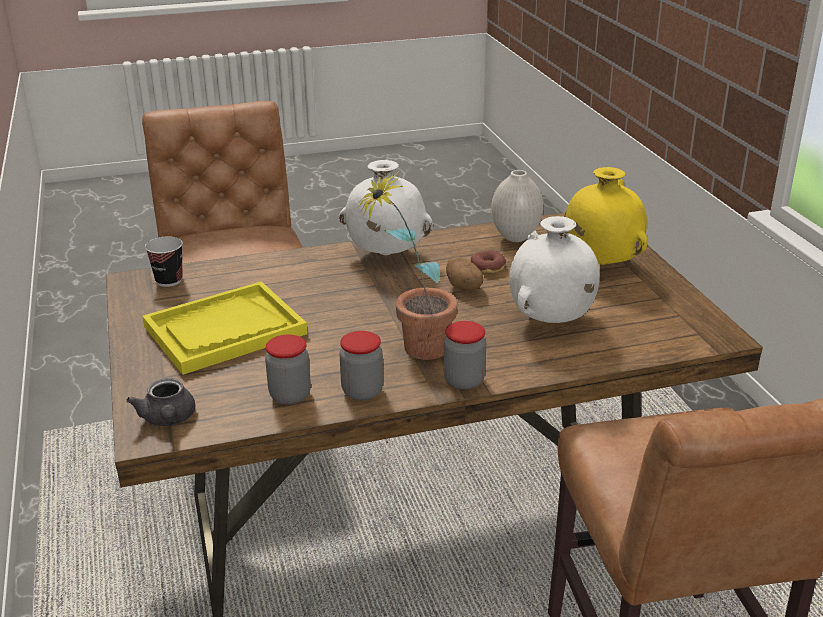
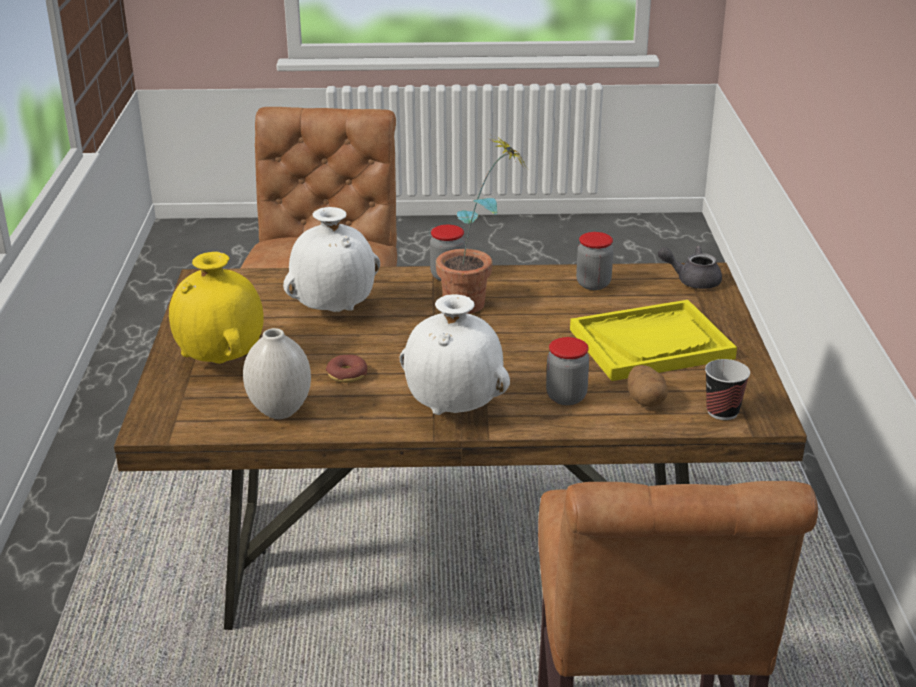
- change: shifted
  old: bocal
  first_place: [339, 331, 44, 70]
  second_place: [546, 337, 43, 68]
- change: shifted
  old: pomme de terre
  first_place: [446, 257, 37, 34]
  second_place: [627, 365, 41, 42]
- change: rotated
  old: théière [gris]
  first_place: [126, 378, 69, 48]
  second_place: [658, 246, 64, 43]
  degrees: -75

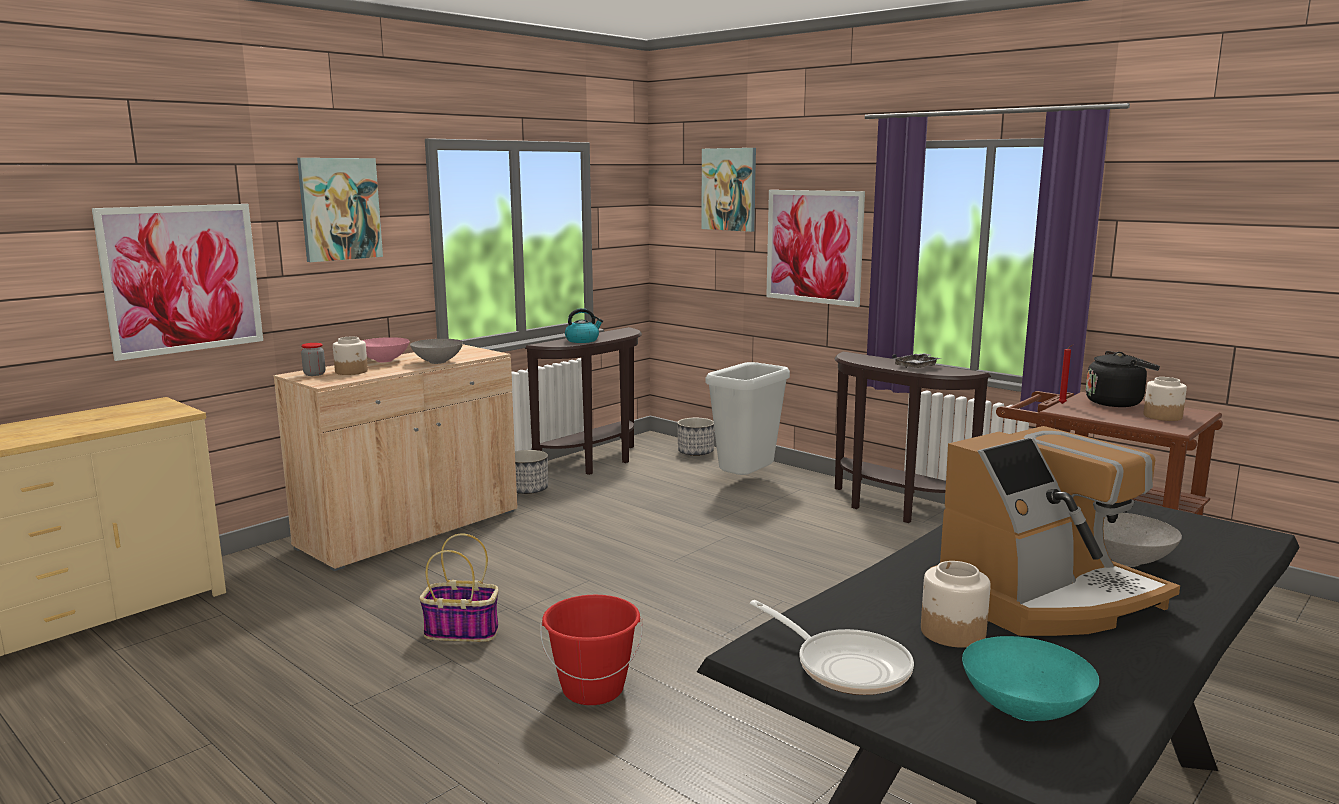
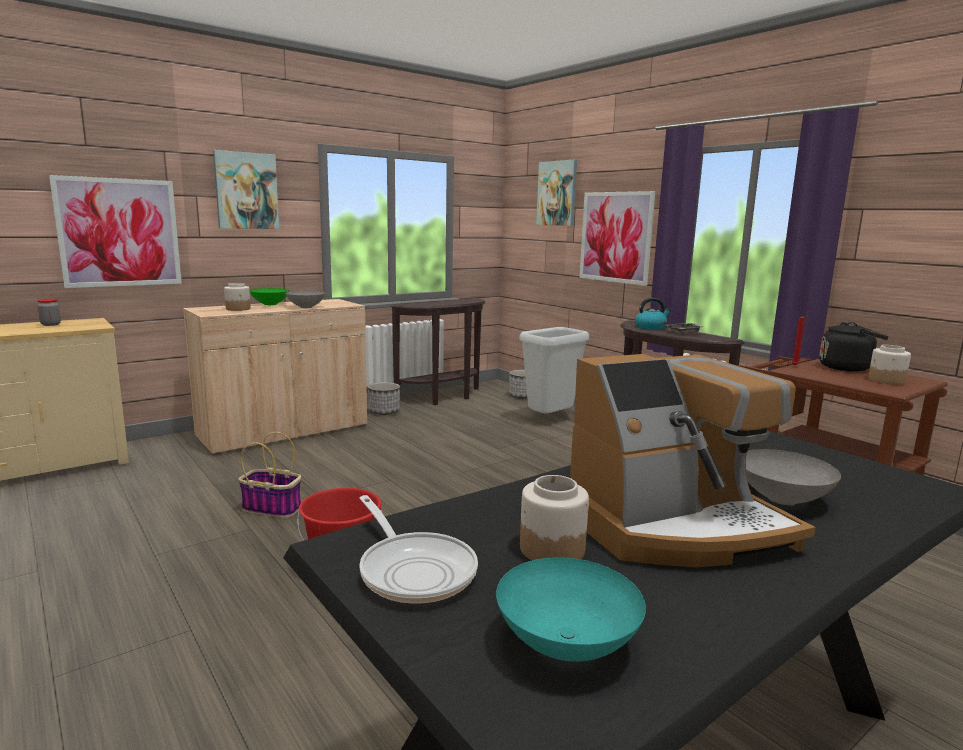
- change: shifted
  old: bocal
  first_place: [301, 343, 24, 33]
  second_place: [38, 299, 23, 27]
- change: shifted
  old: bouilloire
  first_place: [565, 308, 38, 35]
  second_place: [635, 298, 37, 32]
- change: repainted
  old: bol [rose]
  new: bol [vert]
  first_place: [362, 337, 48, 25]
  second_place: [249, 288, 40, 17]

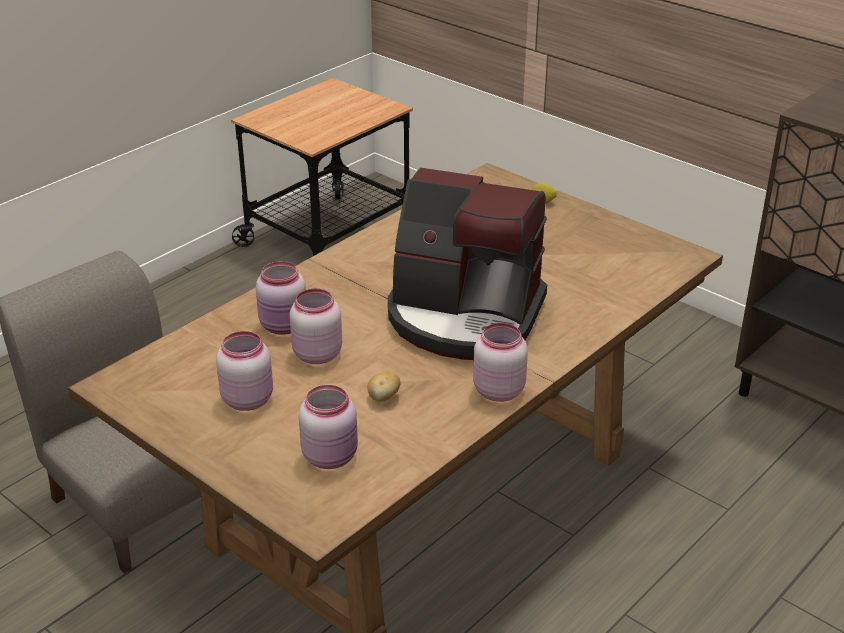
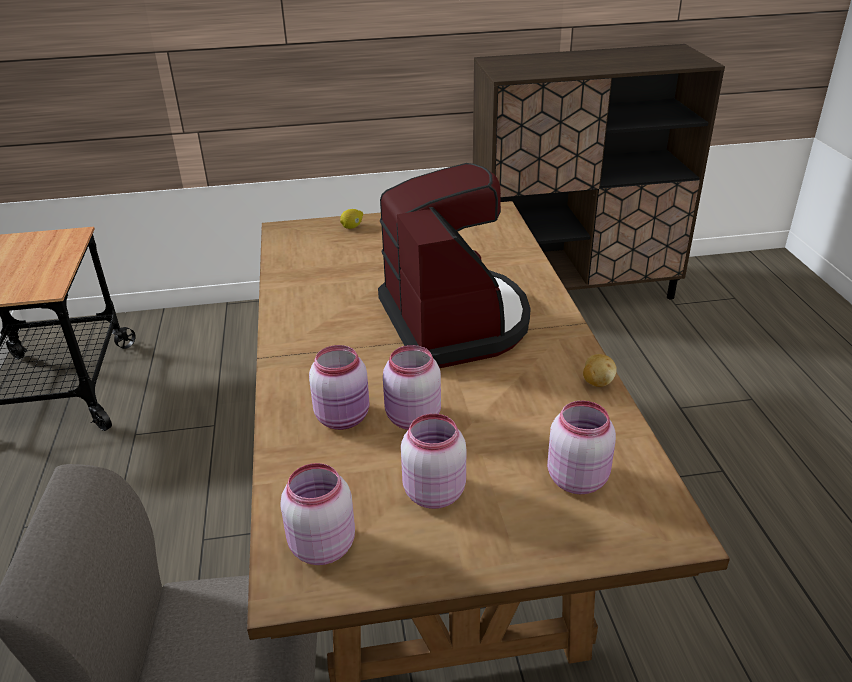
- change: shifted
  old: pomme de terre
  first_place: [367, 371, 34, 31]
  second_place: [583, 354, 34, 33]
- change: shifted
  old: bocal [rose]
  first_place: [473, 323, 55, 79]
  second_place: [280, 463, 75, 102]
- change: rotated
  old: machine à café
  first_place: [388, 168, 159, 192]
  second_place: [378, 163, 153, 205]
  degrees: -75

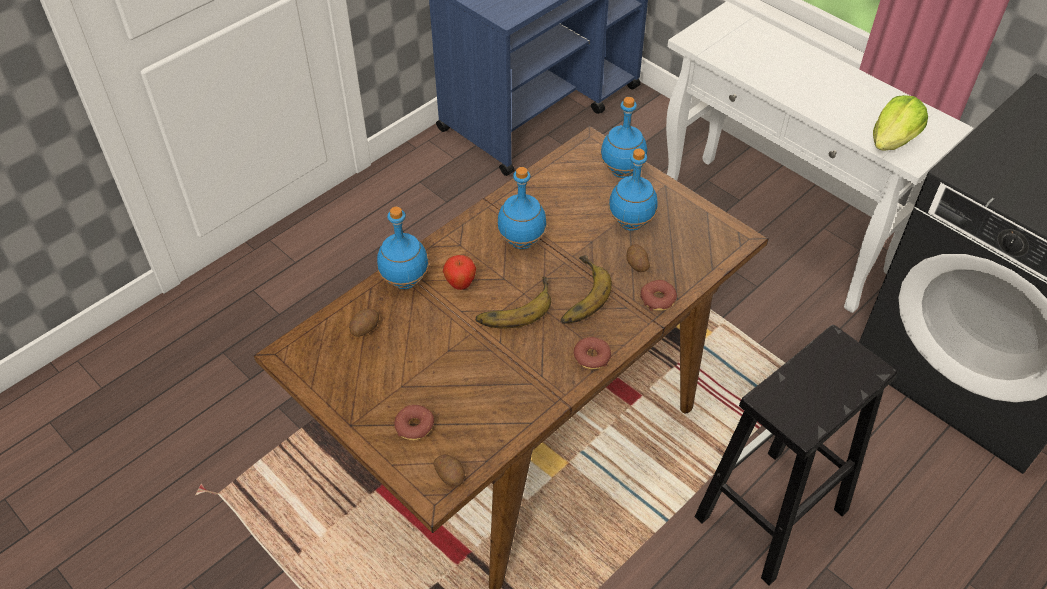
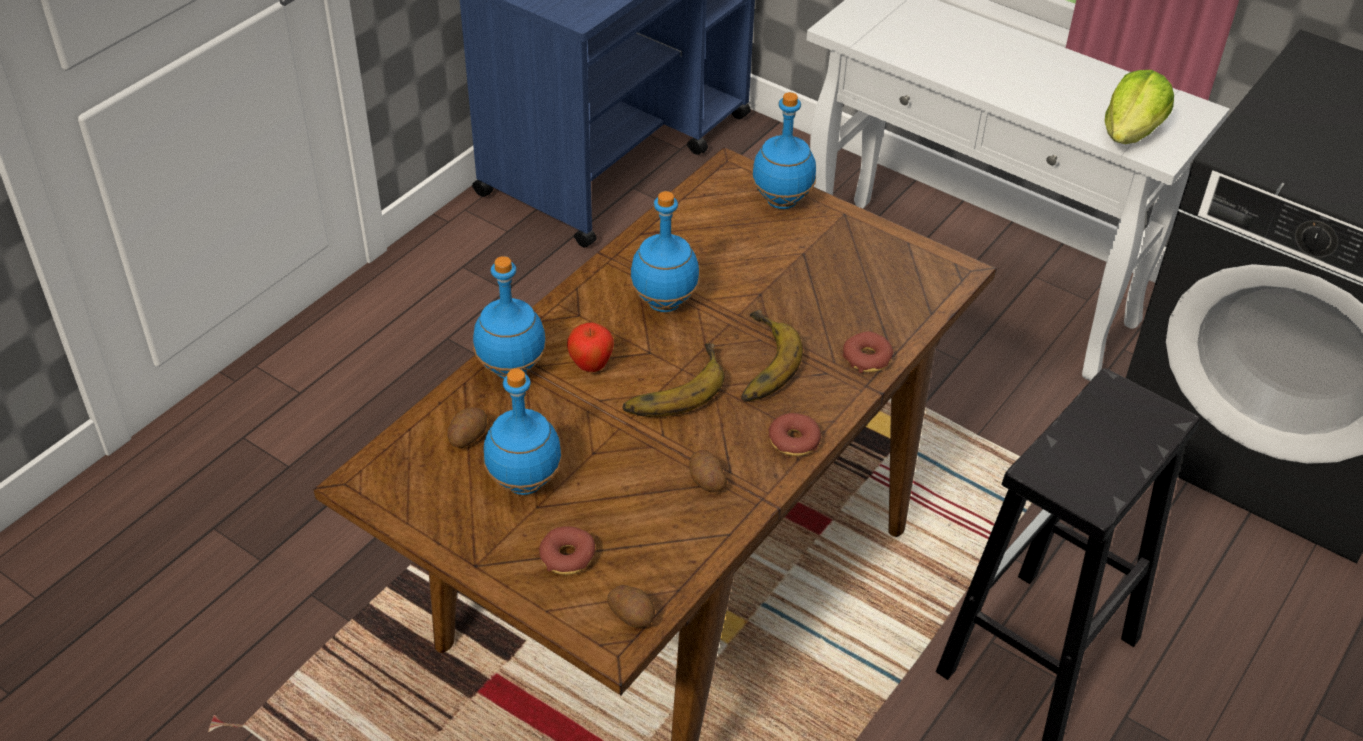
- change: shifted
  old: bouteille [bleu]
  first_place: [609, 148, 49, 83]
  second_place: [484, 369, 78, 126]
- change: shifted
  old: pomme de terre
  first_place: [627, 244, 23, 28]
  second_place: [689, 450, 38, 42]

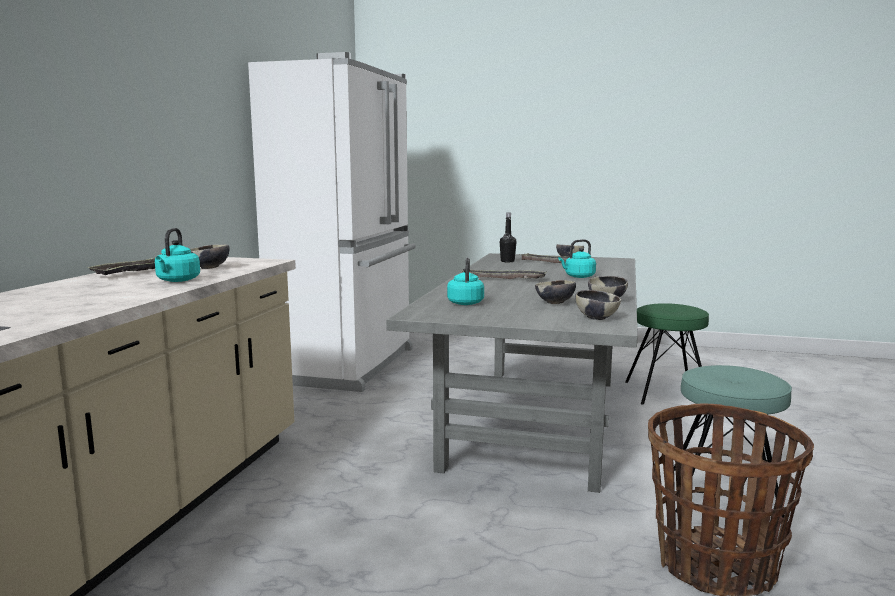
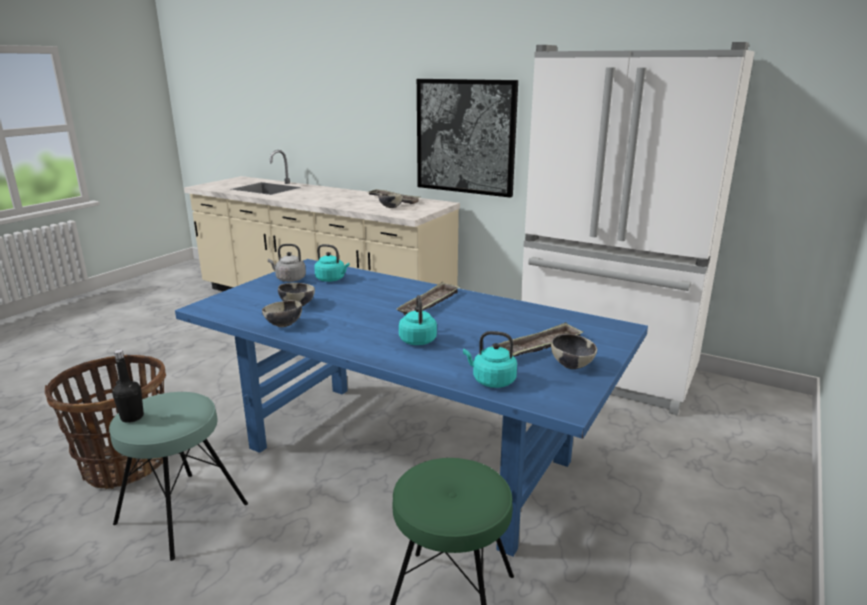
- change: gone
  old: bol
  first_place: [575, 290, 46, 30]
- change: new
  new: bouilloire [gris]
  second_place: [268, 244, 38, 38]
- change: new
  new: tableau
  second_place: [417, 79, 101, 119]
- change: shifted
  old: bouilloire [turquoise]
  first_place: [155, 228, 45, 54]
  second_place: [463, 331, 54, 57]
- change: shifted
  old: bouteille [noir]
  first_place: [500, 213, 17, 49]
  second_place: [112, 349, 32, 74]
- change: repainted
  old: table à manger [gris]
  new: table à manger [bleu]
  first_place: [386, 253, 252, 240]
  second_place: [175, 259, 473, 298]

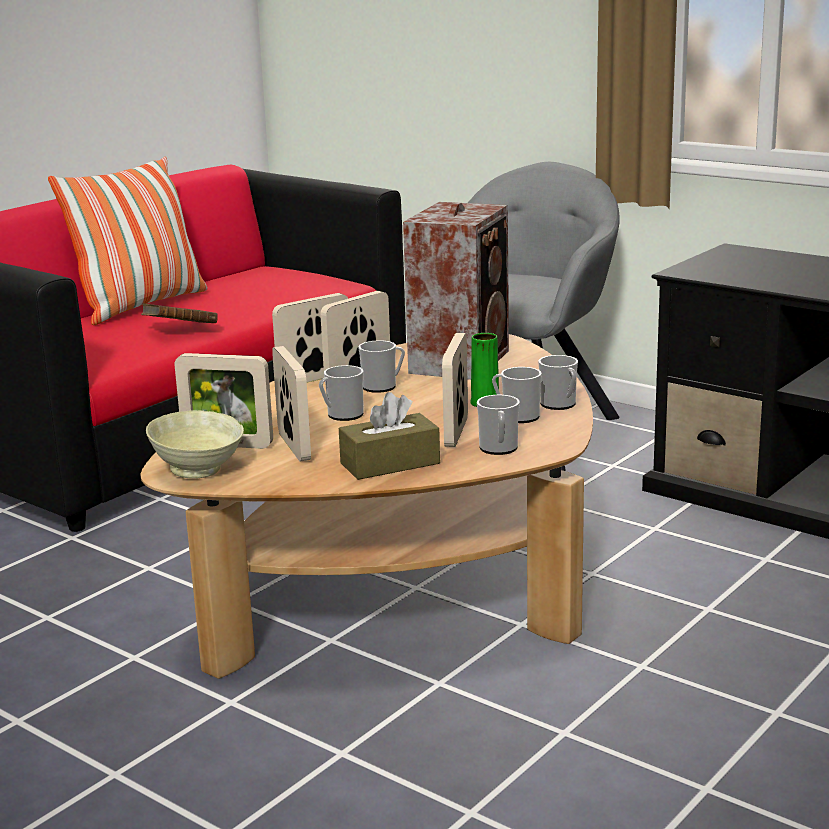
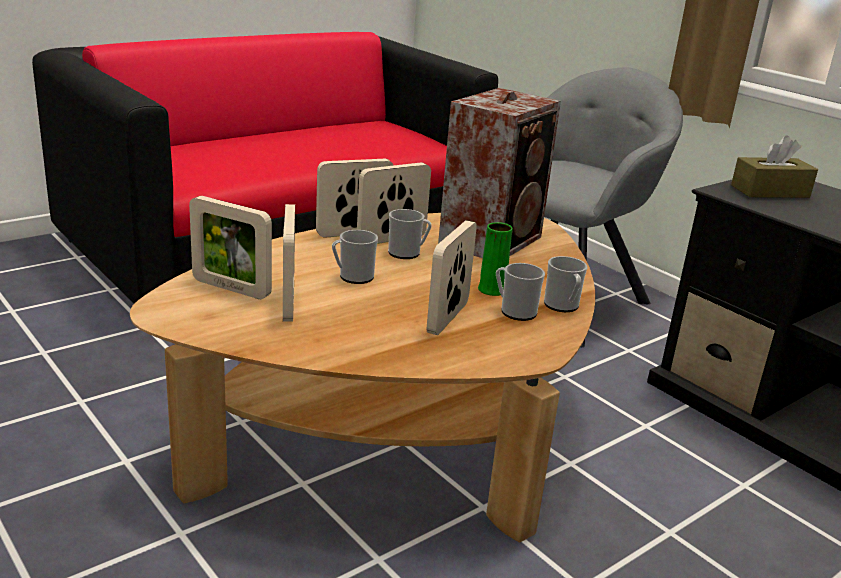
- change: gone
  old: coussin
  first_place: [48, 157, 160, 168]
- change: gone
  old: livre [marron]
  first_place: [141, 303, 77, 20]
- change: gone
  old: bol [beige]
  first_place: [146, 410, 98, 69]
- change: gone
  old: mug
  first_place: [477, 395, 43, 60]
- change: shifted
  old: boîte à mouchoirs [marron]
  first_place: [339, 392, 101, 88]
  second_place: [731, 135, 87, 63]

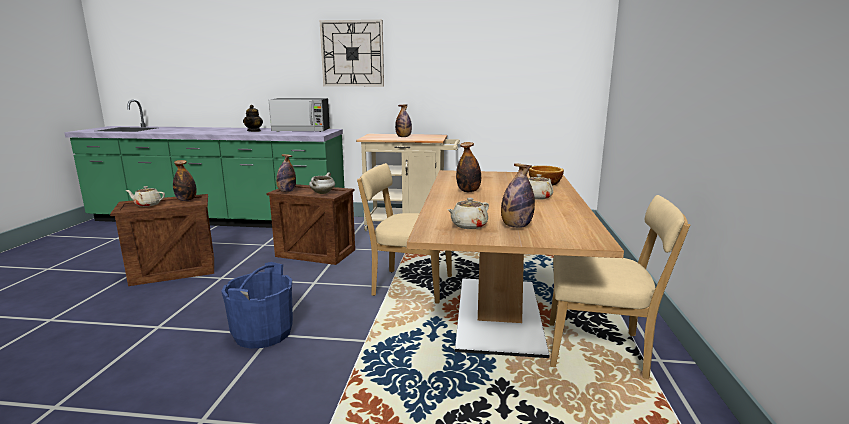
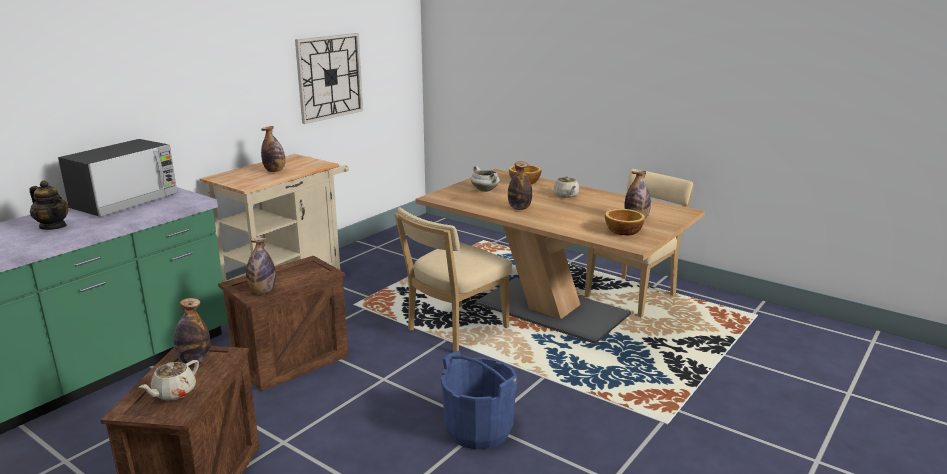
- change: shifted
  old: marmite [blanc]
  first_place: [309, 172, 26, 22]
  second_place: [470, 166, 30, 26]
- change: shifted
  old: horloge murale
  first_place: [320, 20, 64, 66]
  second_place: [295, 33, 68, 91]
- change: swapped
  old: théière [beige]
  new: bol
  first_place: [447, 198, 42, 31]
  second_place: [605, 209, 40, 27]

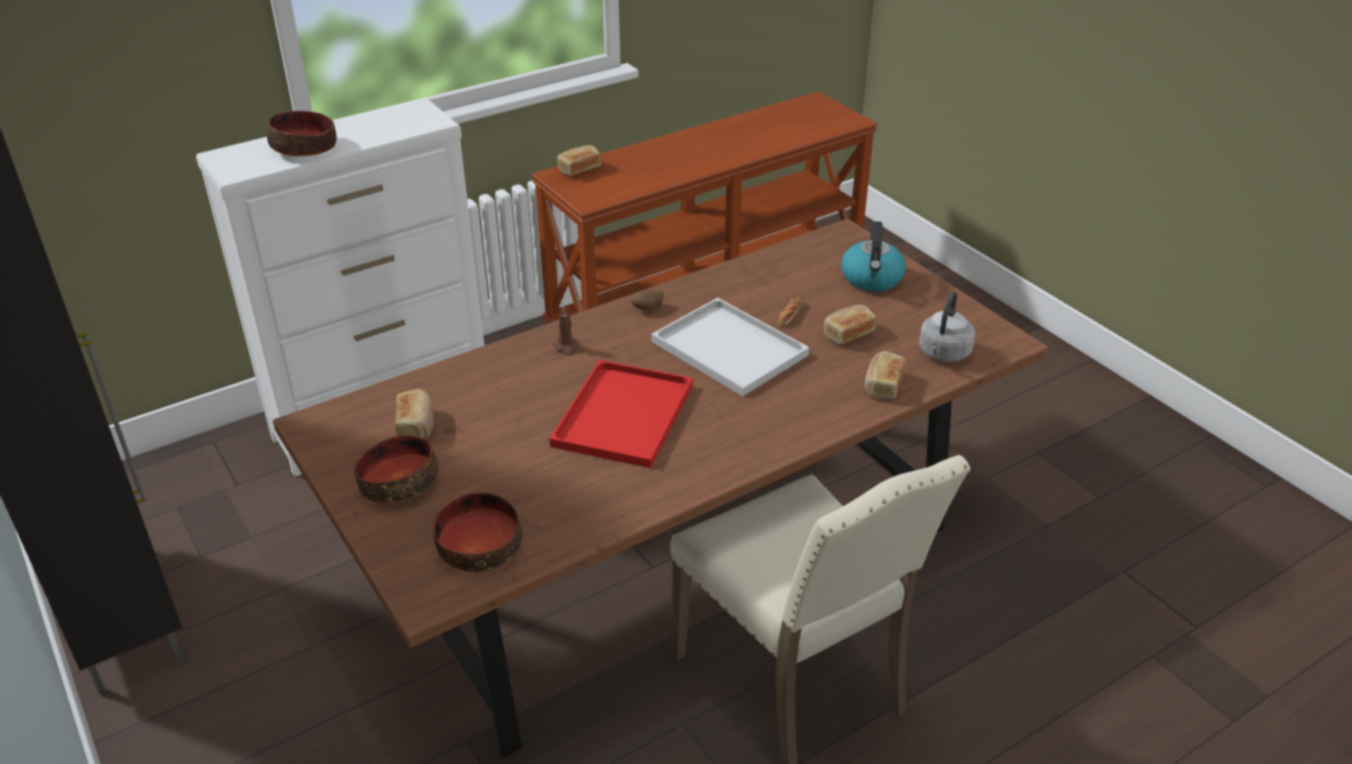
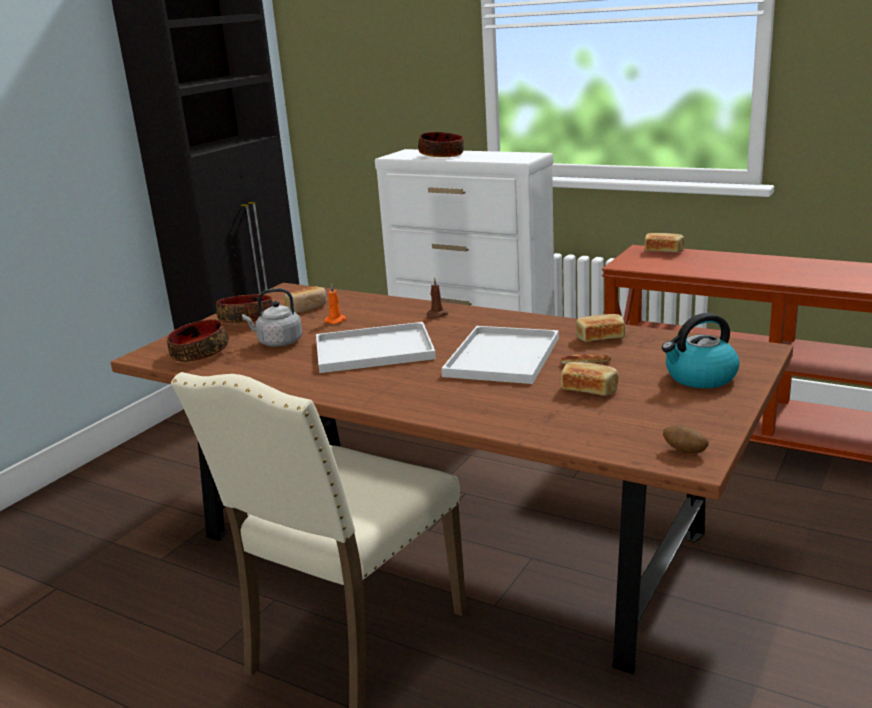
- change: new
  new: bougie [orange]
  second_place: [324, 283, 22, 41]
- change: shifted
  old: pomme de terre
  first_place: [630, 289, 34, 21]
  second_place: [663, 425, 46, 29]
- change: shifted
  old: pain
  first_place: [865, 351, 41, 48]
  second_place: [576, 314, 49, 28]
- change: shifted
  old: bouilloire [gris]
  first_place: [919, 291, 56, 71]
  second_place: [242, 288, 60, 59]
- change: repainted
  old: plateau [rouge]
  new: plateau [blanc]
  first_place: [549, 360, 144, 108]
  second_place: [316, 322, 120, 51]

